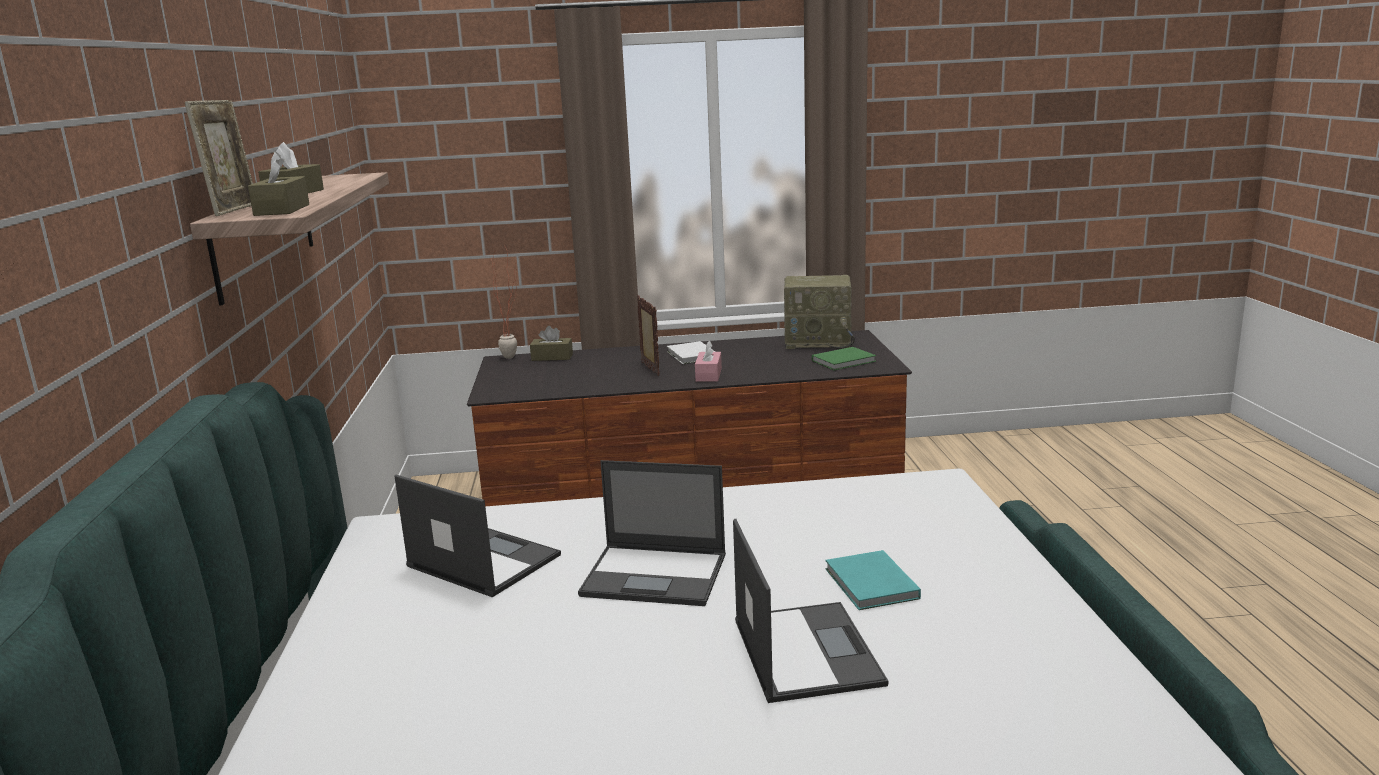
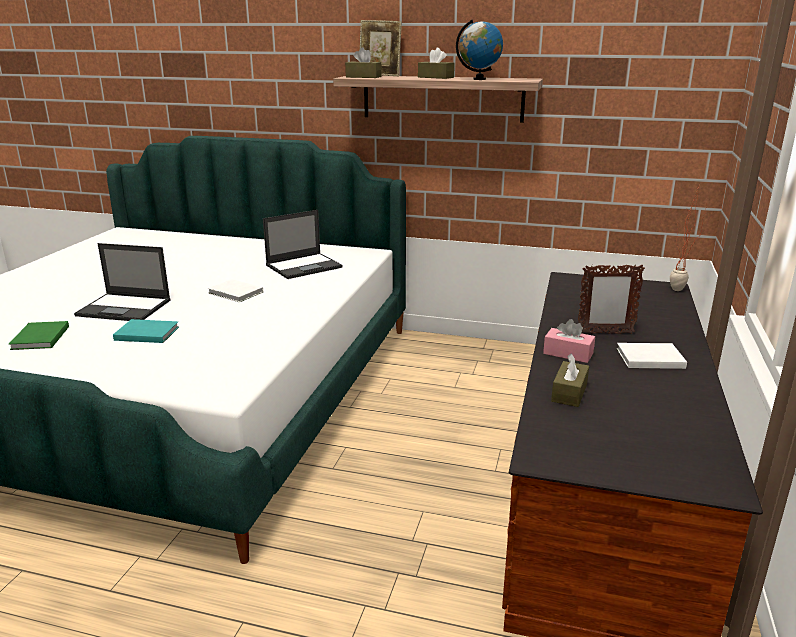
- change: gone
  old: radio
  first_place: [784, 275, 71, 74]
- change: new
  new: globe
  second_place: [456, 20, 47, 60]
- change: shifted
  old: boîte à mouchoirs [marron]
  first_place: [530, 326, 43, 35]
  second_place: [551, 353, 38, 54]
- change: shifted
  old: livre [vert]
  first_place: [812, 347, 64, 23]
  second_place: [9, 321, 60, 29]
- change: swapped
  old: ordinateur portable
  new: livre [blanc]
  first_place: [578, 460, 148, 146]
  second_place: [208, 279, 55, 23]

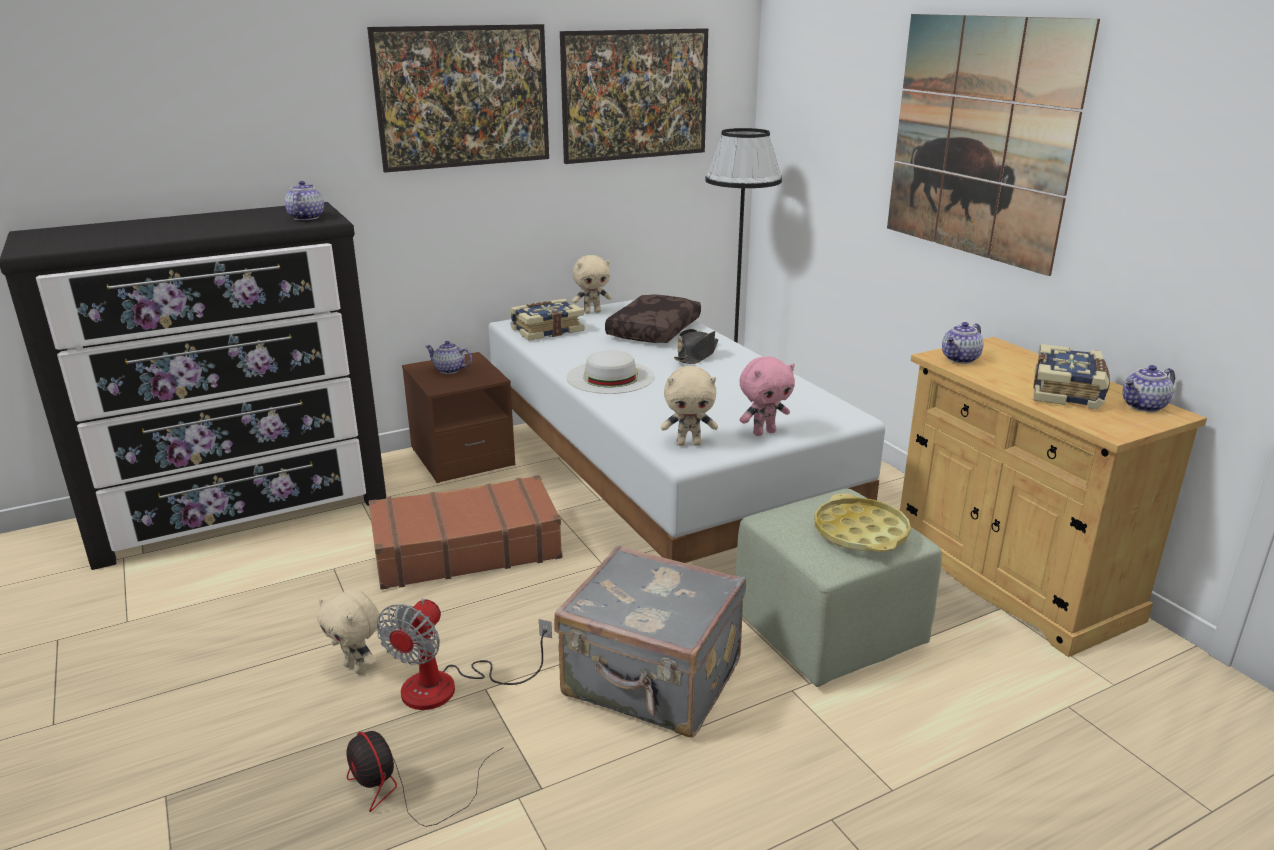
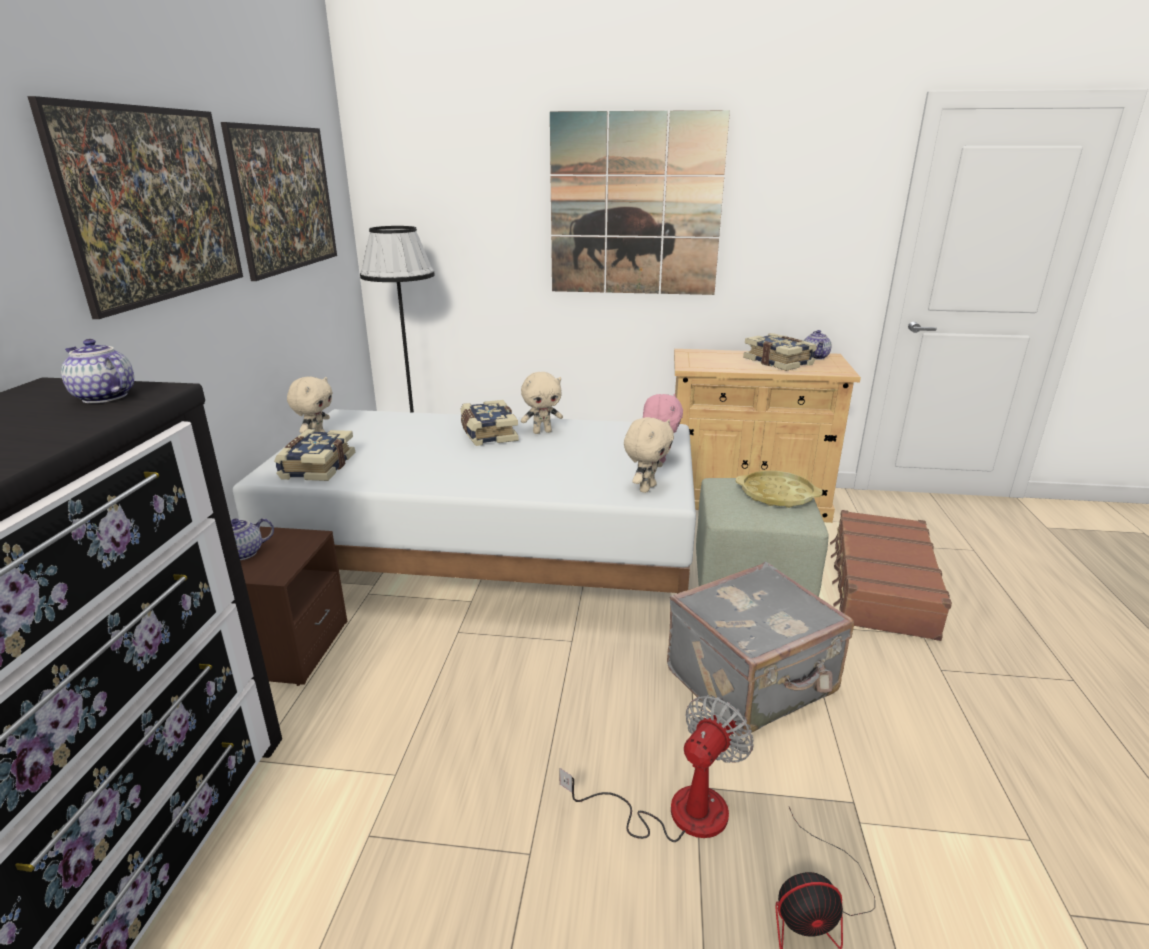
- change: gone
  old: chapeau [blanc]
  first_place: [567, 350, 87, 44]
- change: gone
  old: coussin [marron]
  first_place: [605, 294, 96, 49]
- change: gone
  old: théière
  first_place: [942, 322, 42, 42]
- change: shifted
  old: peluche [beige]
  first_place: [317, 590, 63, 84]
  second_place: [521, 372, 42, 62]
- change: shifted
  old: valise [marron]
  first_place: [369, 475, 194, 115]
  second_place: [830, 510, 122, 131]
- change: swapped
  old: chapeau [noir]
  new: livre
  first_place: [674, 329, 44, 35]
  second_place: [460, 400, 59, 46]
- change: rotated
  old: ventilateur
  first_place: [376, 598, 176, 112]
  second_place: [559, 695, 195, 147]
  degrees: -105

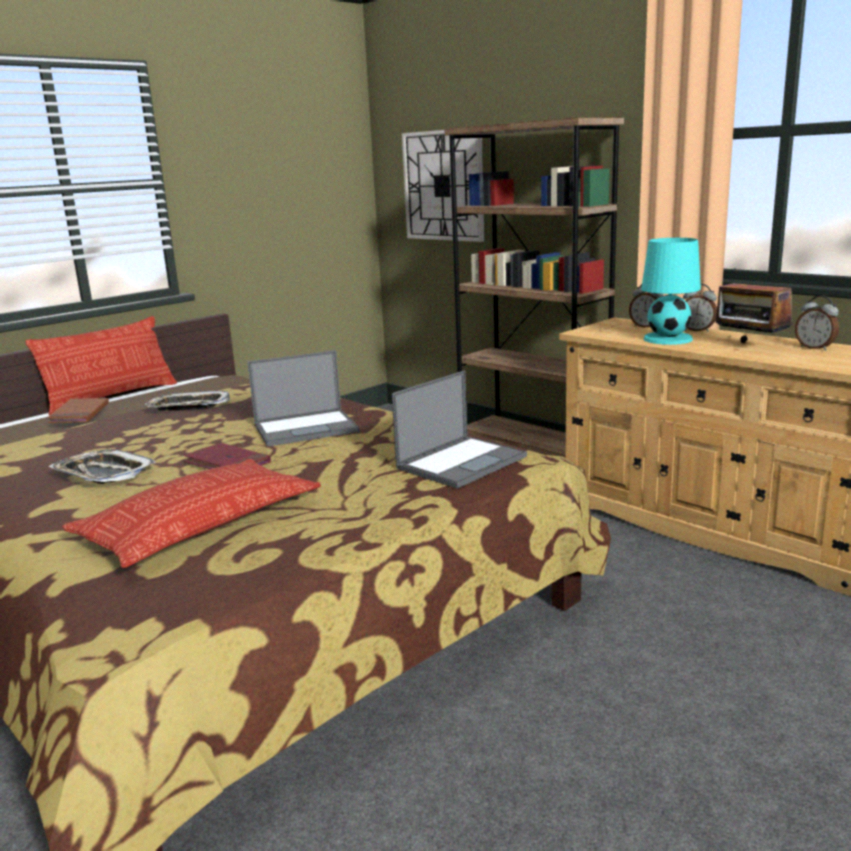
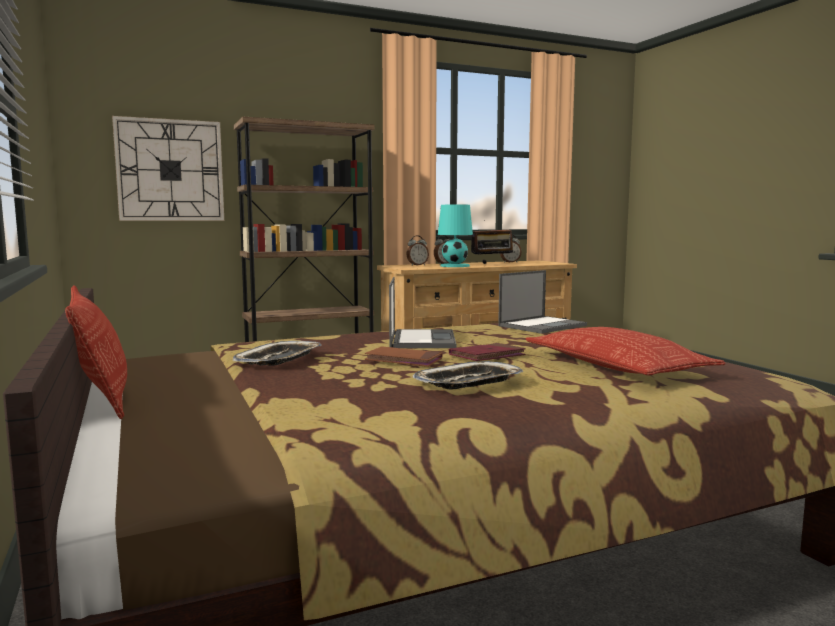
- change: shifted
  old: livre [marron]
  first_place: [48, 398, 61, 25]
  second_place: [365, 346, 77, 21]
- change: rotated
  old: ordinateur portable
  first_place: [392, 370, 135, 119]
  second_place: [498, 270, 89, 64]
  degrees: 75

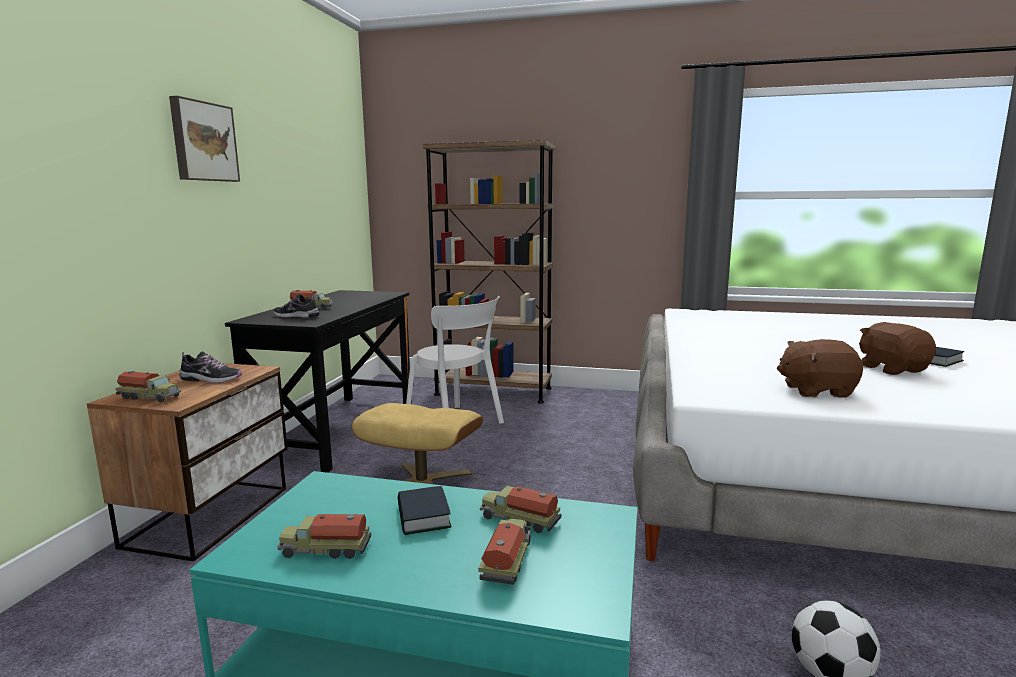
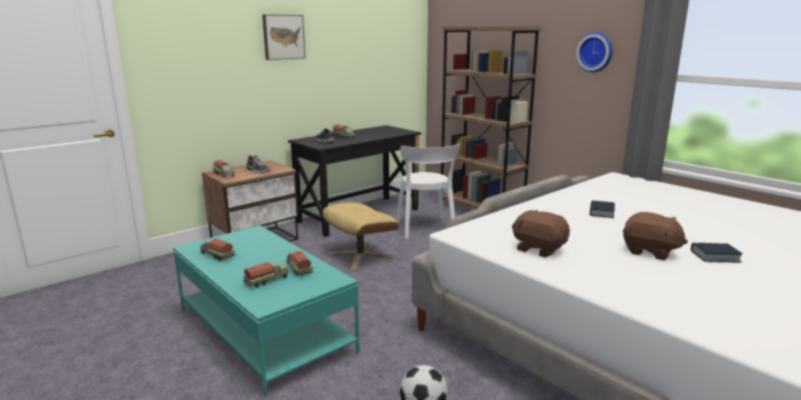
- change: new
  new: horloge murale
  second_place: [576, 32, 37, 40]
- change: shifted
  old: livre
  first_place: [398, 486, 53, 49]
  second_place: [590, 200, 25, 18]
- change: rotated
  old: peluche [marron]
  first_place: [859, 322, 77, 53]
  second_place: [623, 212, 65, 48]
  degrees: 105

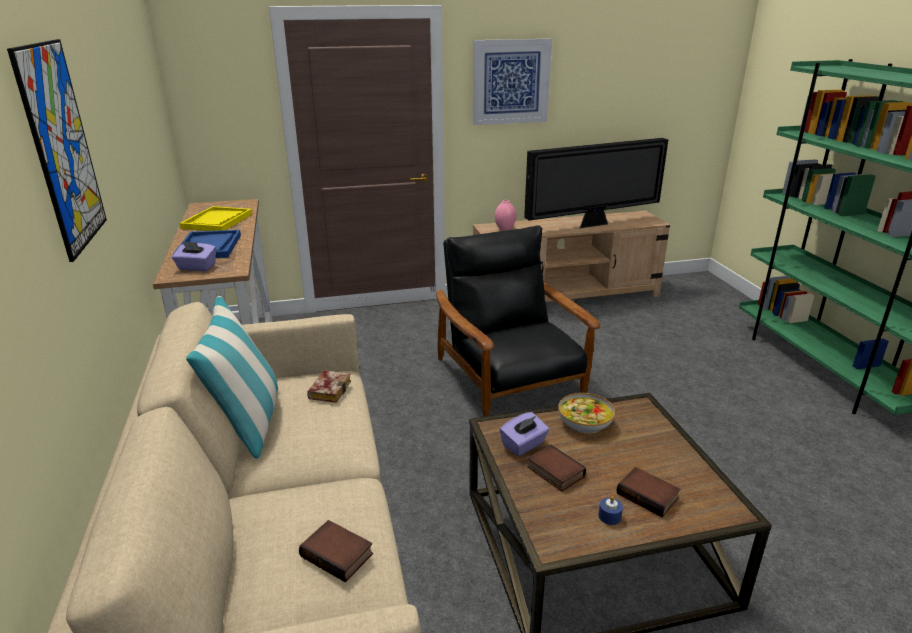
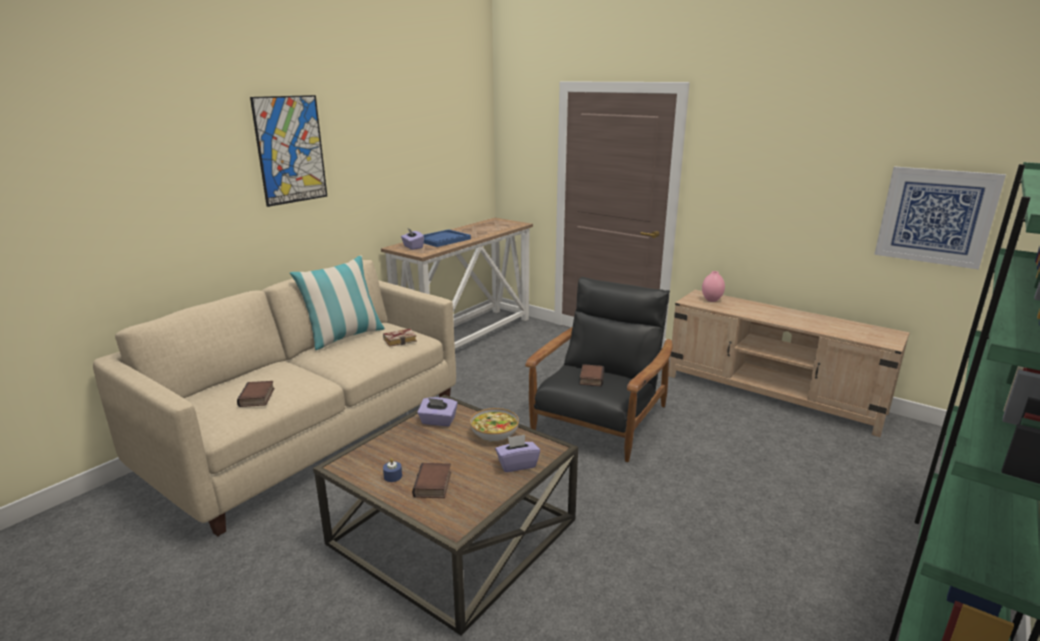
- change: gone
  old: plateau [jaune]
  first_place: [180, 206, 72, 25]
- change: gone
  old: téléviseur
  first_place: [524, 138, 145, 91]
- change: new
  new: boîte à mouchoirs [violet]
  second_place: [495, 435, 45, 37]
- change: shifted
  old: tableau
  first_place: [473, 39, 79, 86]
  second_place: [874, 166, 132, 104]
- change: shifted
  old: livre
  first_place: [527, 444, 59, 47]
  second_place: [580, 364, 25, 22]

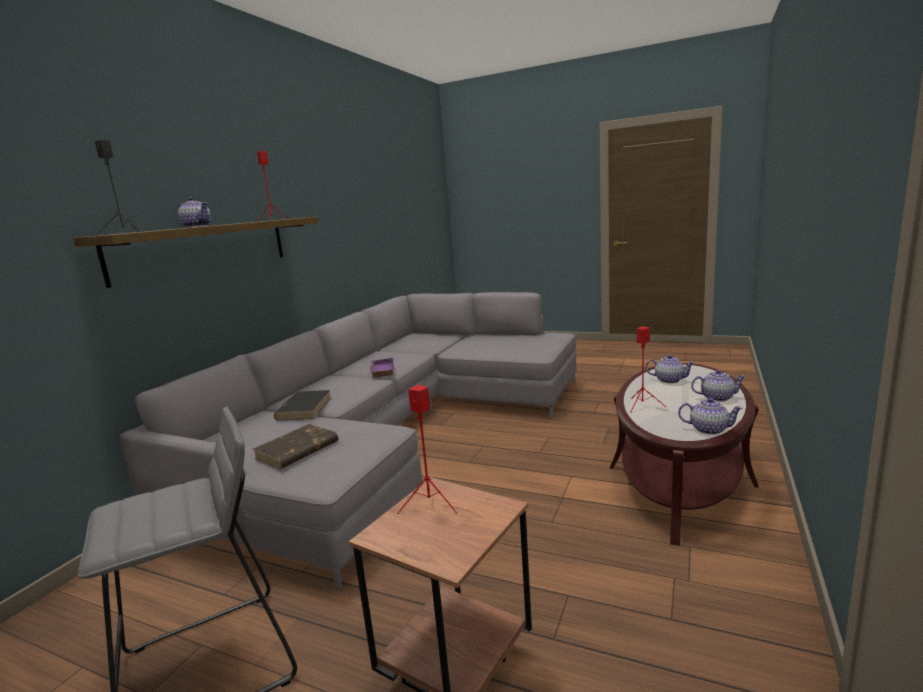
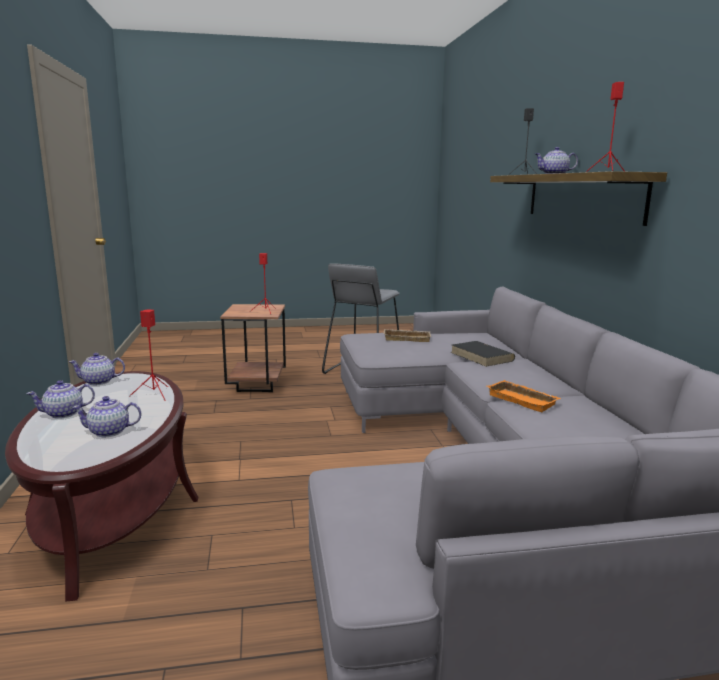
- change: swapped
  old: livre [marron]
  new: plateau [beige]
  first_place: [253, 424, 85, 45]
  second_place: [383, 329, 48, 13]
- change: repainted
  old: plateau [violet]
  new: plateau [orange]
  first_place: [370, 358, 24, 19]
  second_place: [487, 380, 74, 32]

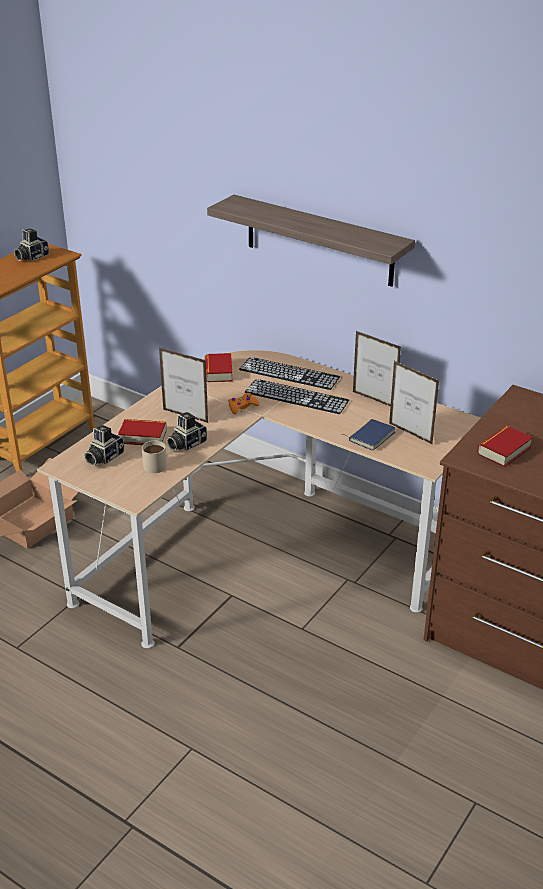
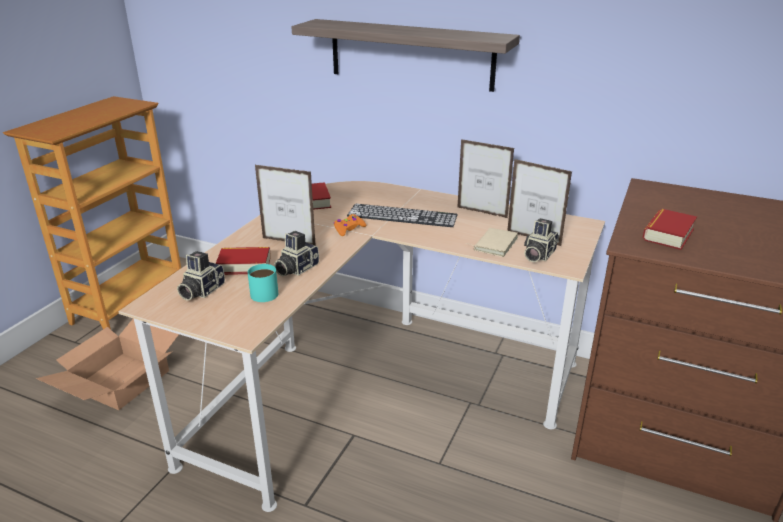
- change: gone
  old: clavier
  first_place: [239, 357, 101, 33]
- change: shifted
  old: appareil photo
  first_place: [14, 228, 35, 33]
  second_place: [524, 218, 34, 44]
- change: repainted
  old: mug [beige]
  new: mug [turquoise]
  first_place: [142, 440, 25, 33]
  second_place: [247, 264, 31, 38]
- change: repainted
  old: livre [bleu]
  new: livre [beige]
  first_place: [341, 419, 54, 32]
  second_place: [466, 228, 52, 29]

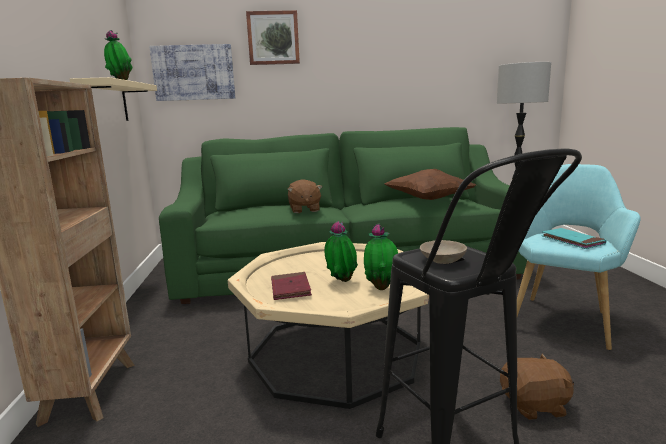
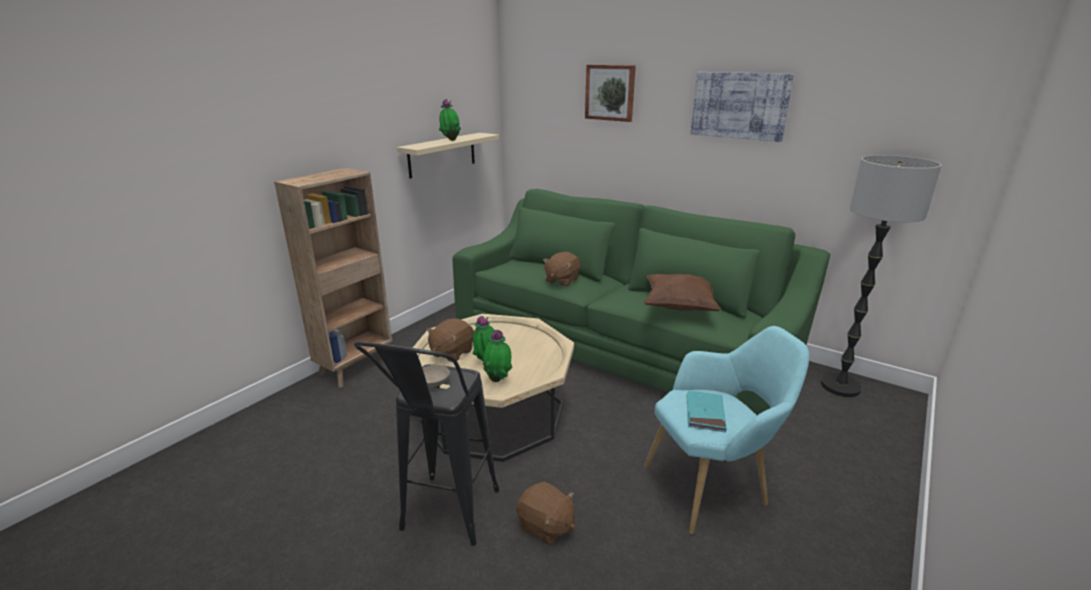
- change: shifted
  old: tableau
  first_place: [149, 44, 86, 57]
  second_place: [690, 72, 104, 70]
- change: swapped
  old: livre [rouge]
  new: peluche [marron]
  first_place: [271, 272, 41, 28]
  second_place: [426, 318, 48, 44]

